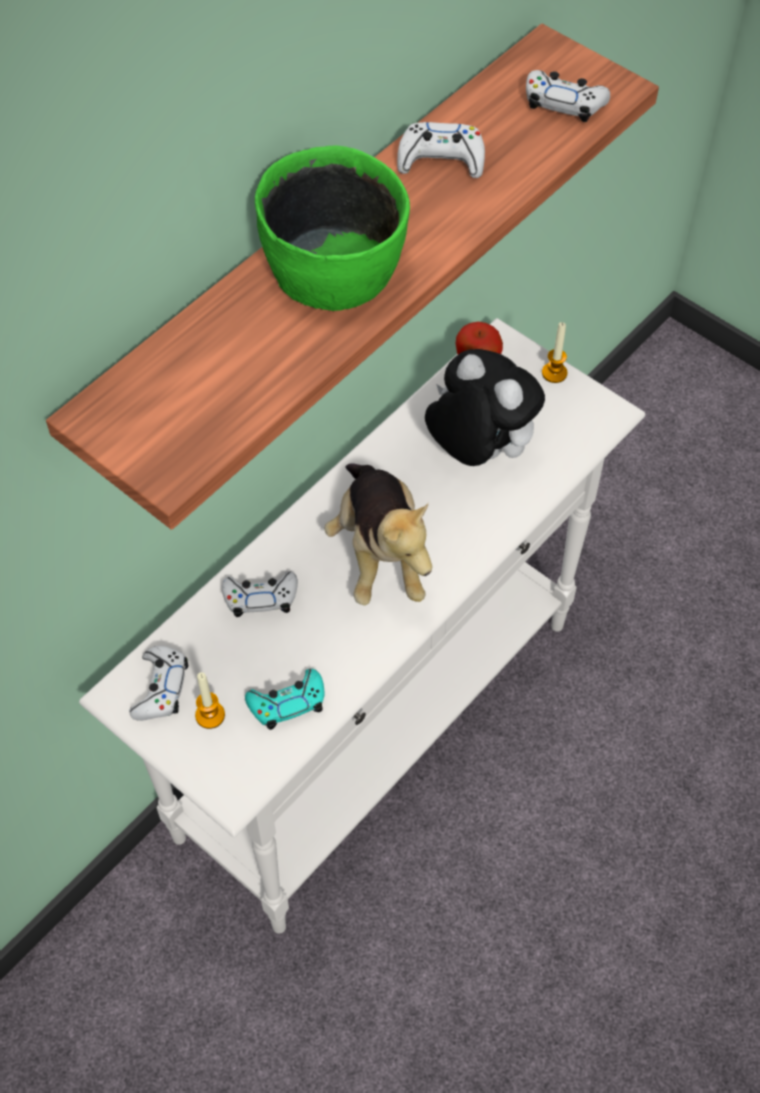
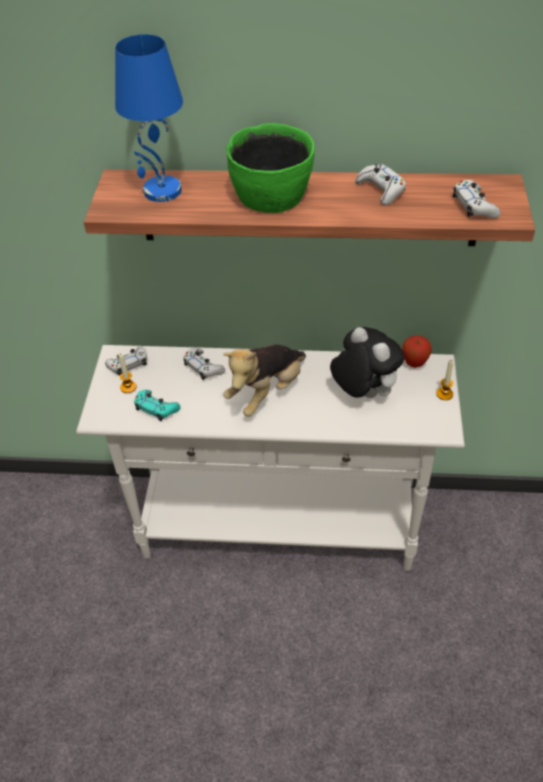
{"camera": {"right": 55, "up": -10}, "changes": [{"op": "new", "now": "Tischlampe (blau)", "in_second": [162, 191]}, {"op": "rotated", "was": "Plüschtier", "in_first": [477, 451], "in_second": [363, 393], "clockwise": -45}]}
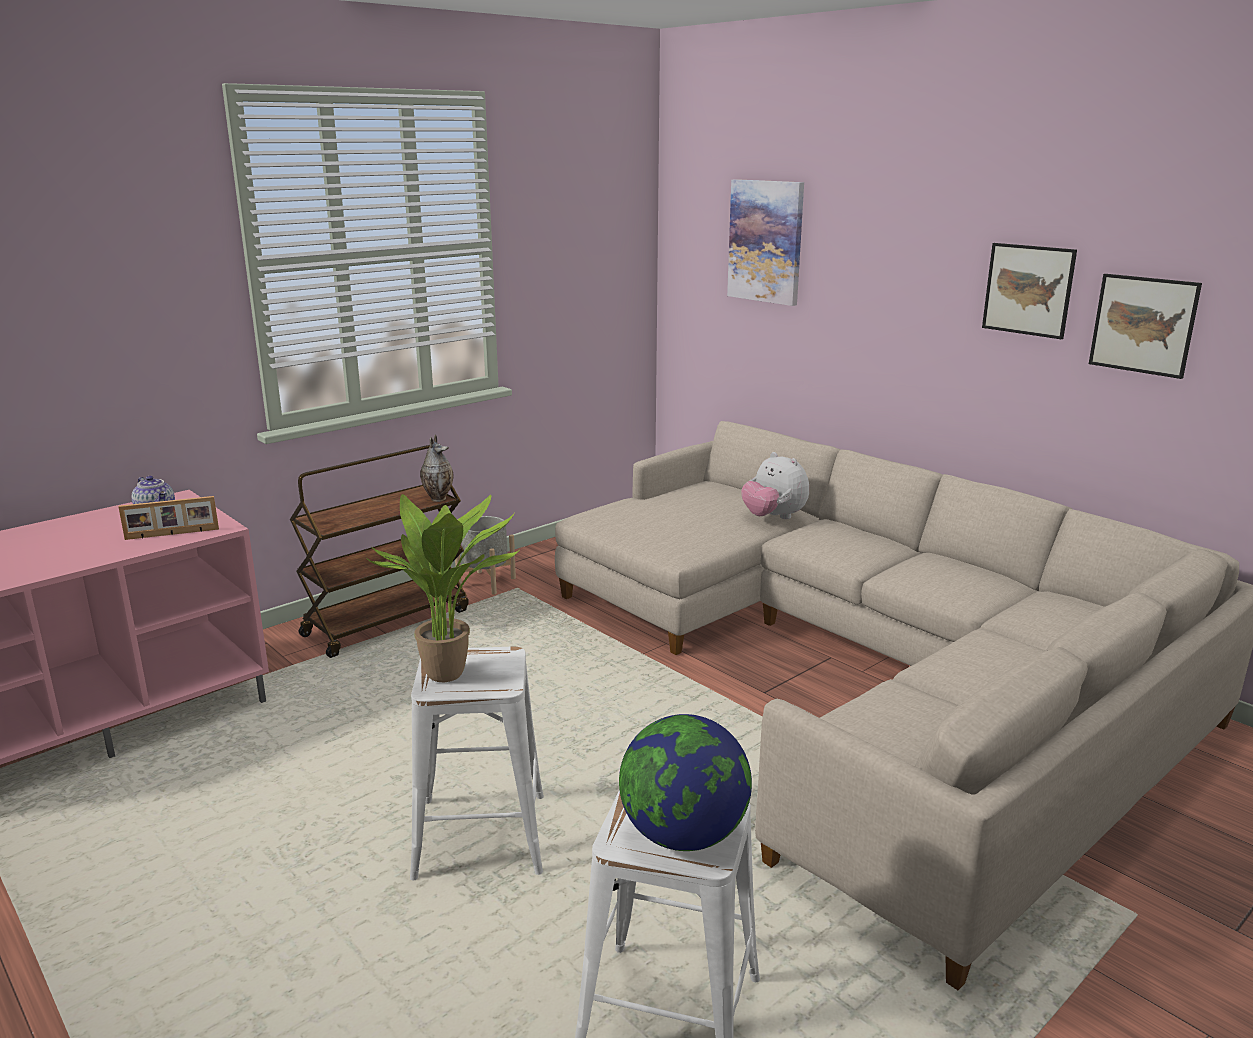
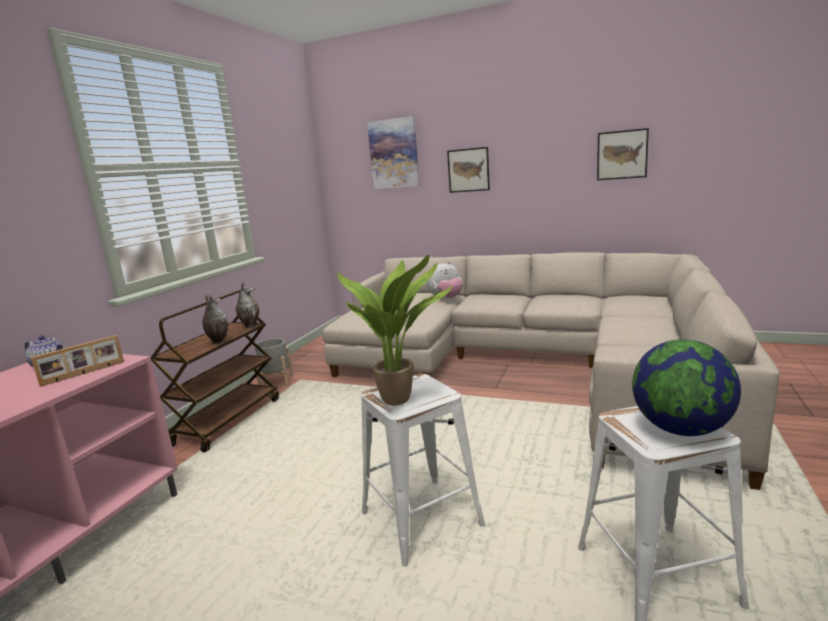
{"camera": {"right": -25, "up": -5}, "changes": [{"op": "new", "now": "Vase", "in_second": [218, 341]}, {"op": "shifted", "was": "Bild", "in_first": [1028, 290], "in_second": [468, 170]}, {"op": "rotated", "was": "Plüschtier", "in_first": [773, 517], "in_second": [446, 299], "clockwise": -45}]}
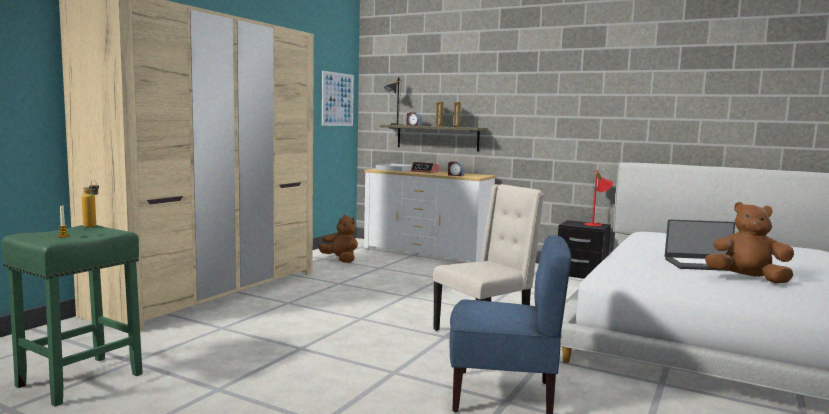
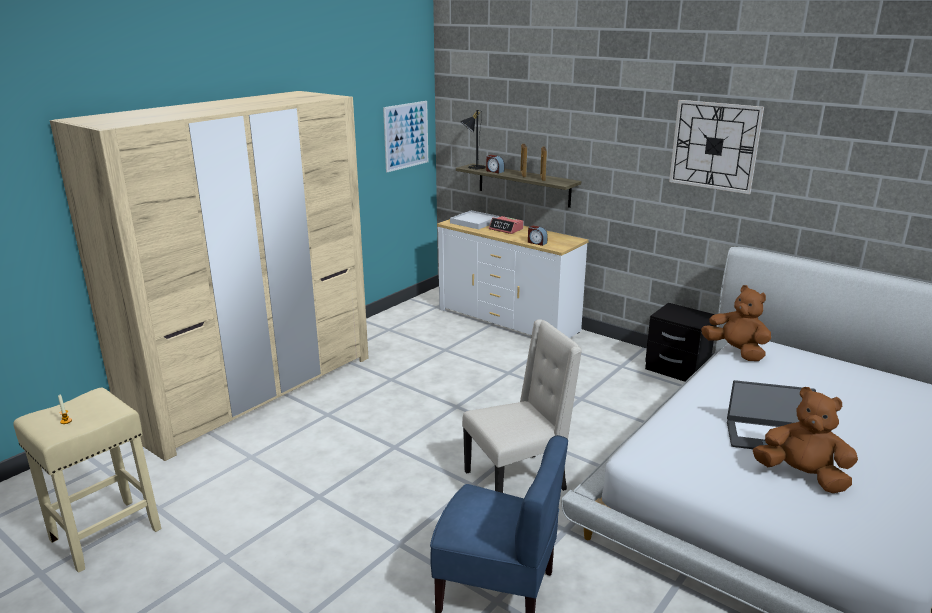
{"camera": {"right": 10, "up": 15}, "changes": [{"op": "gone", "was": "Flasche", "in_first": [92, 227]}, {"op": "gone", "was": "Tischlampe (rot)", "in_first": [596, 224]}, {"op": "new", "now": "Wanduhr", "in_second": [714, 146]}, {"op": "shifted", "was": "Plüschtier (braun)", "in_first": [340, 260], "in_second": [736, 351]}, {"op": "repainted", "was": "Hocker (grün)", "now": "Hocker (beige)", "in_first": [78, 381], "in_second": [104, 535]}]}
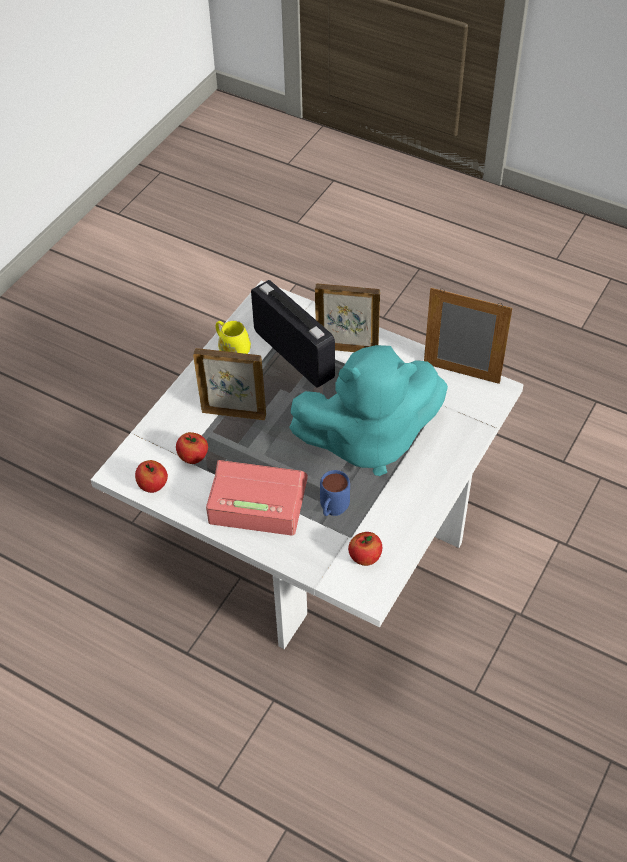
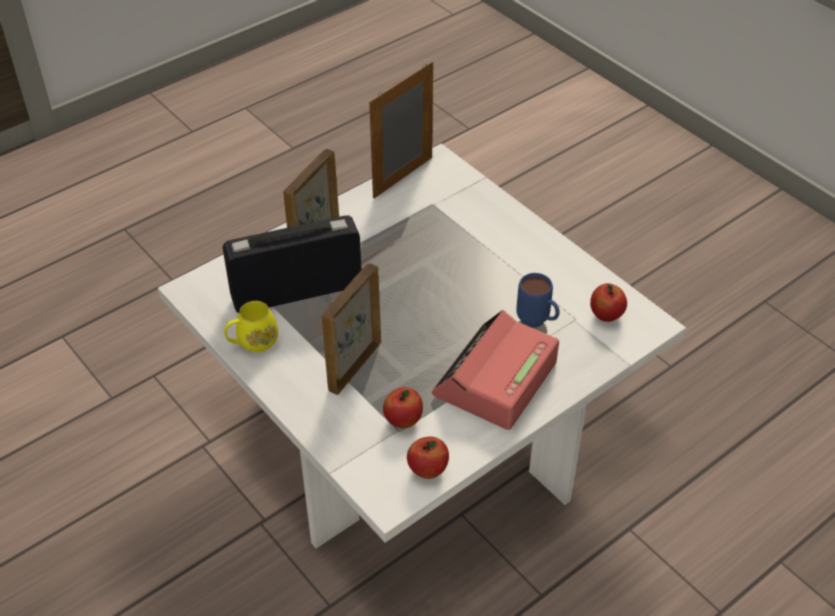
{"camera": {"right": -70, "up": -5}, "changes": [{"op": "gone", "was": "Plüschtier (türkis)", "in_first": [368, 440]}]}
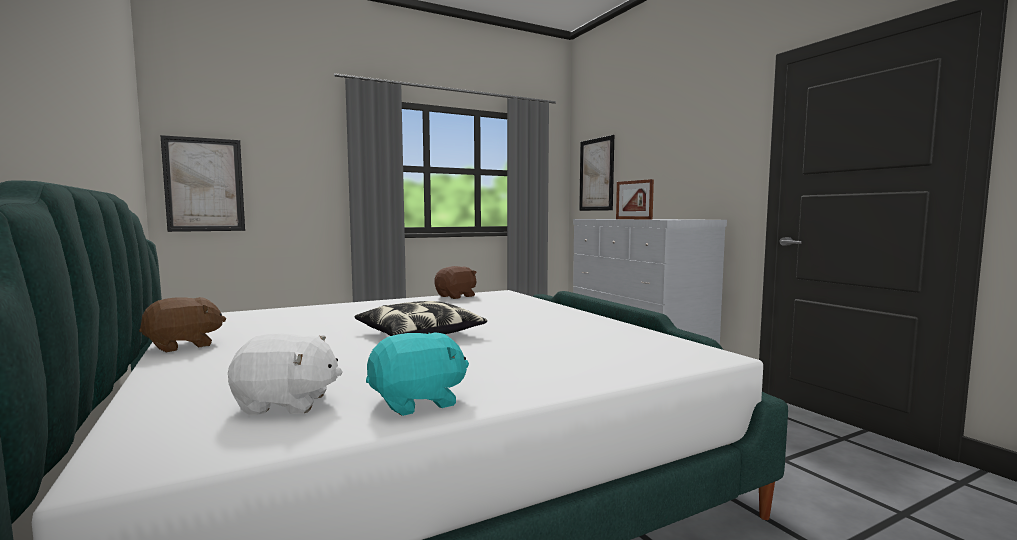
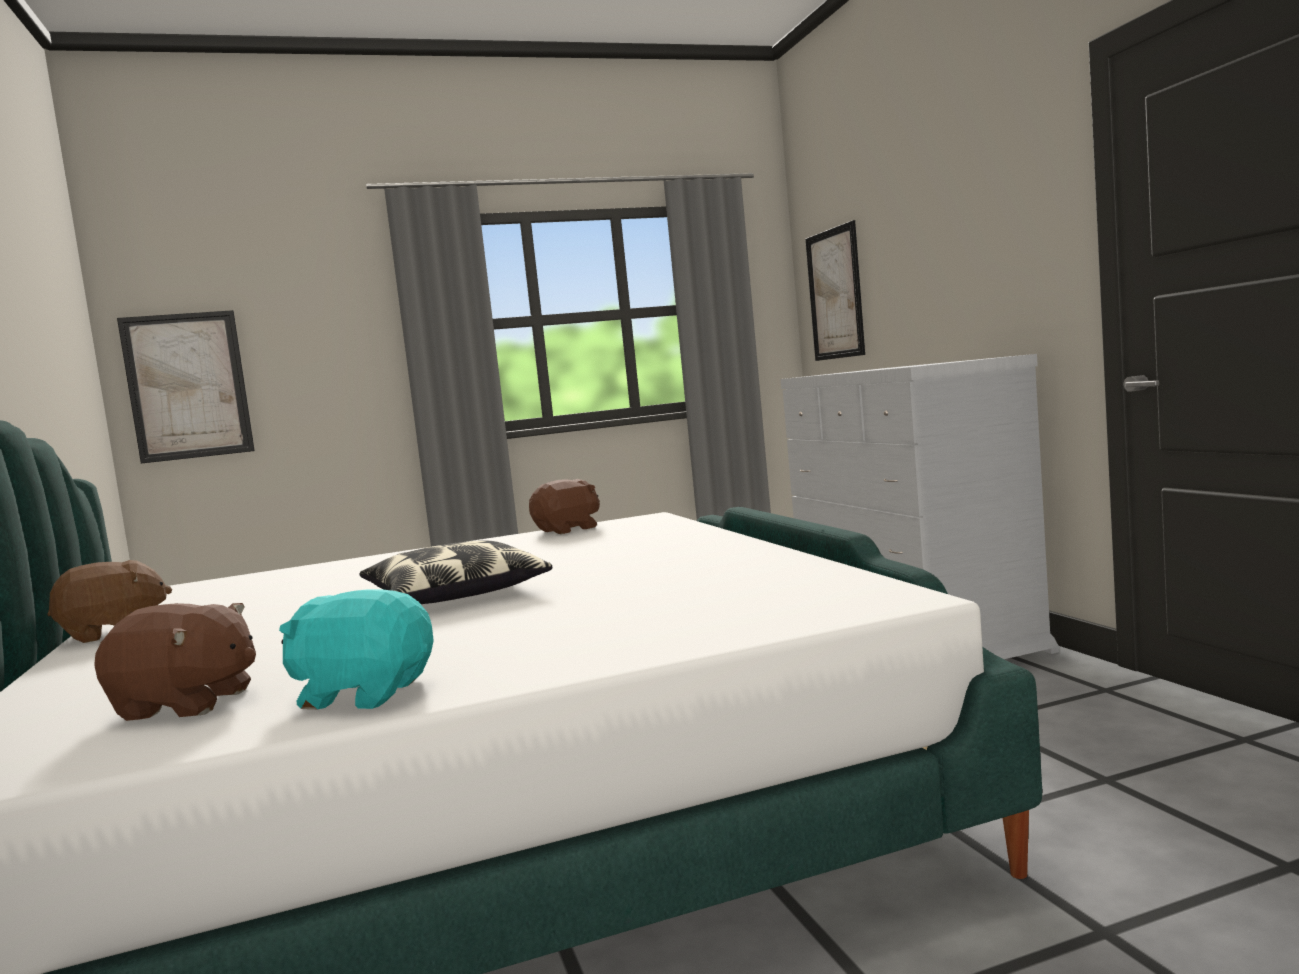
{"camera": {"right": 10, "up": 0}, "changes": [{"op": "gone", "was": "Bilderrahmen", "in_first": [633, 219]}, {"op": "repainted", "was": "Plüschtier (weiß)", "now": "Plüschtier (braun)", "in_first": [286, 404], "in_second": [186, 704]}, {"op": "rotated", "was": "Plüschtier (türkis)", "in_first": [418, 402], "in_second": [364, 694], "clockwise": -150}]}
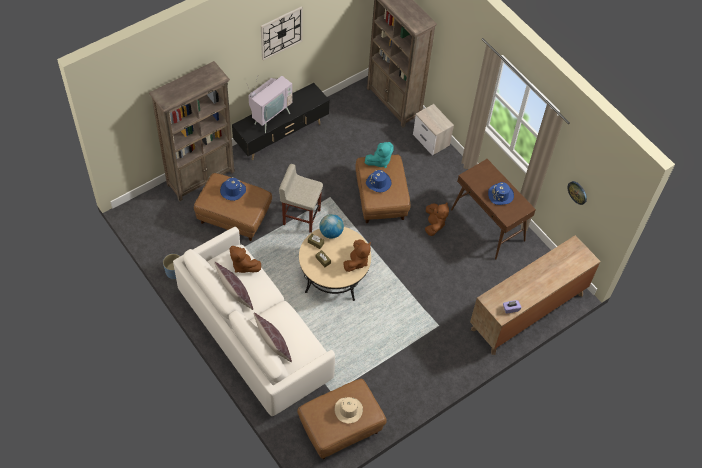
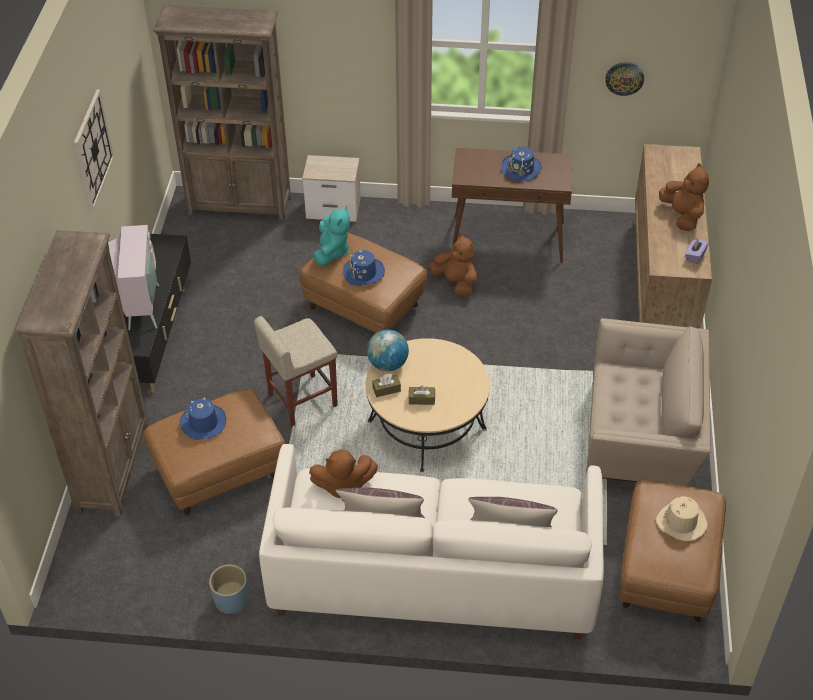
{"camera": {"right": -45, "up": -10}, "changes": [{"op": "new", "now": "Sessel (beige)", "in_second": [641, 439]}, {"op": "shifted", "was": "Plüschtier (braun)", "in_first": [357, 261], "in_second": [682, 216]}]}
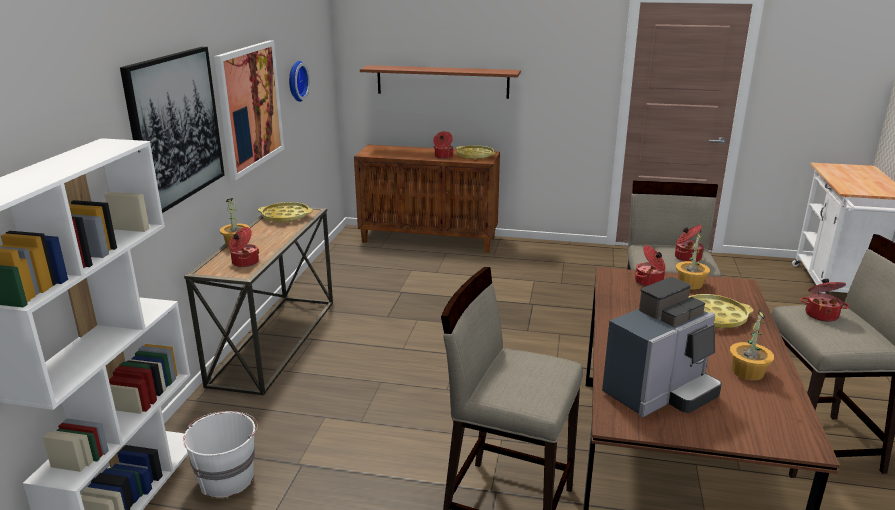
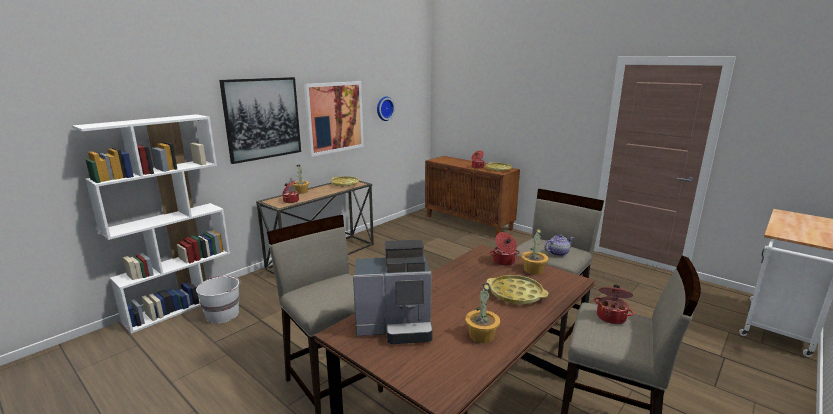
{"camera": {"right": 30, "up": -5}, "changes": [{"op": "gone", "was": "Wandregal (braun)", "in_first": [442, 81]}, {"op": "swapped", "was": "Kochtopf", "now": "Teekanne", "in_first": [687, 257], "in_second": [558, 253]}]}
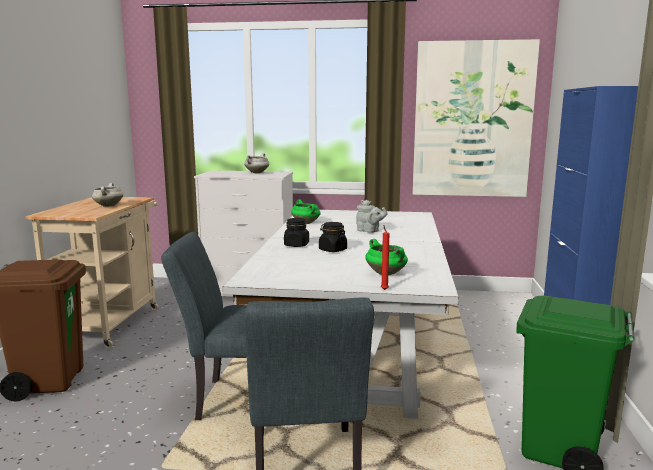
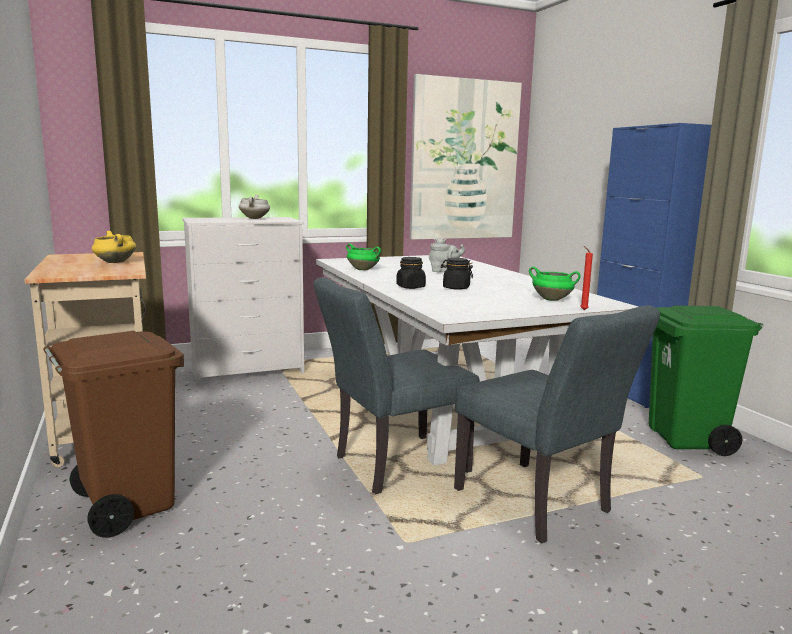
{"camera": {"right": -30, "up": 0}, "changes": [{"op": "repainted", "was": "Kochtopf (weiß)", "now": "Kochtopf (gelb)", "in_first": [108, 206], "in_second": [114, 262]}]}
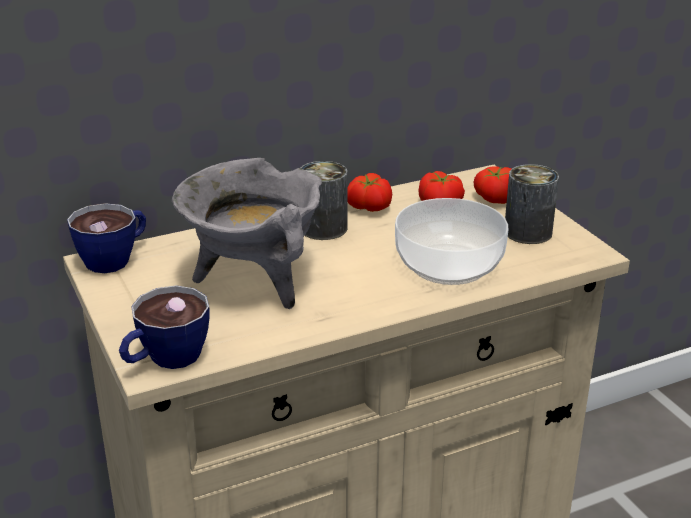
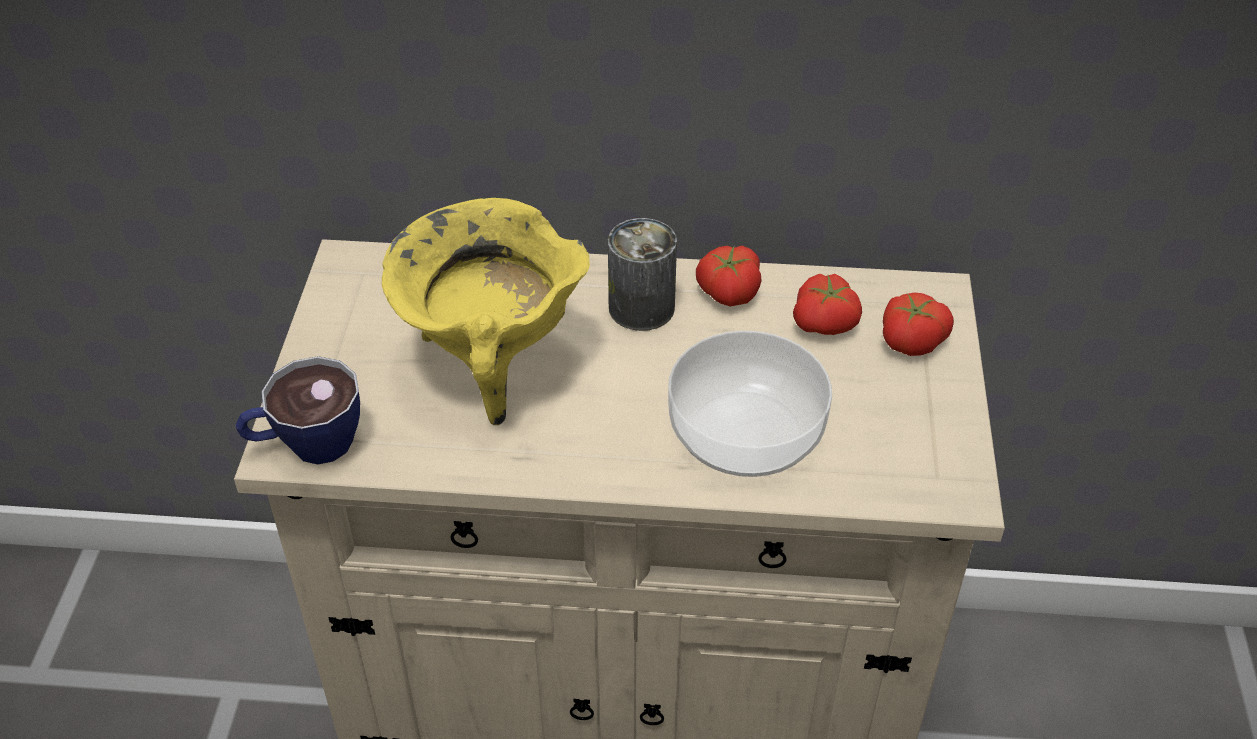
{"camera": {"right": 30, "up": 15}, "changes": [{"op": "gone", "was": "Tasse", "in_first": [115, 258]}, {"op": "gone", "was": "Dose", "in_first": [528, 232]}, {"op": "repainted", "was": "Kochtopf (grau)", "now": "Kochtopf (gelb)", "in_first": [254, 281], "in_second": [491, 364]}]}
